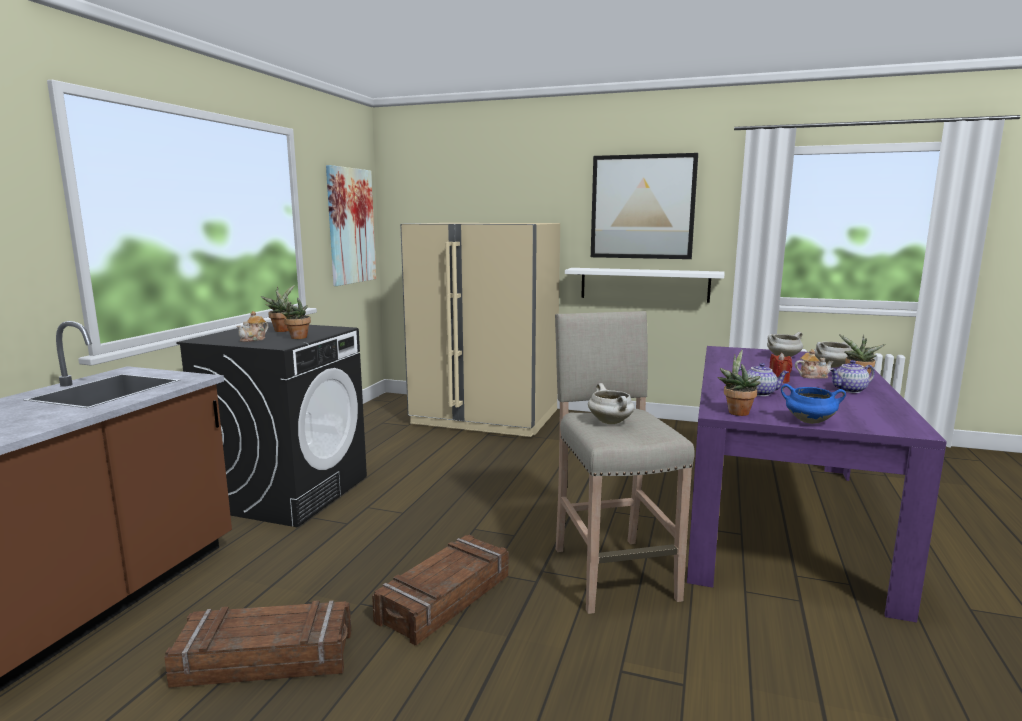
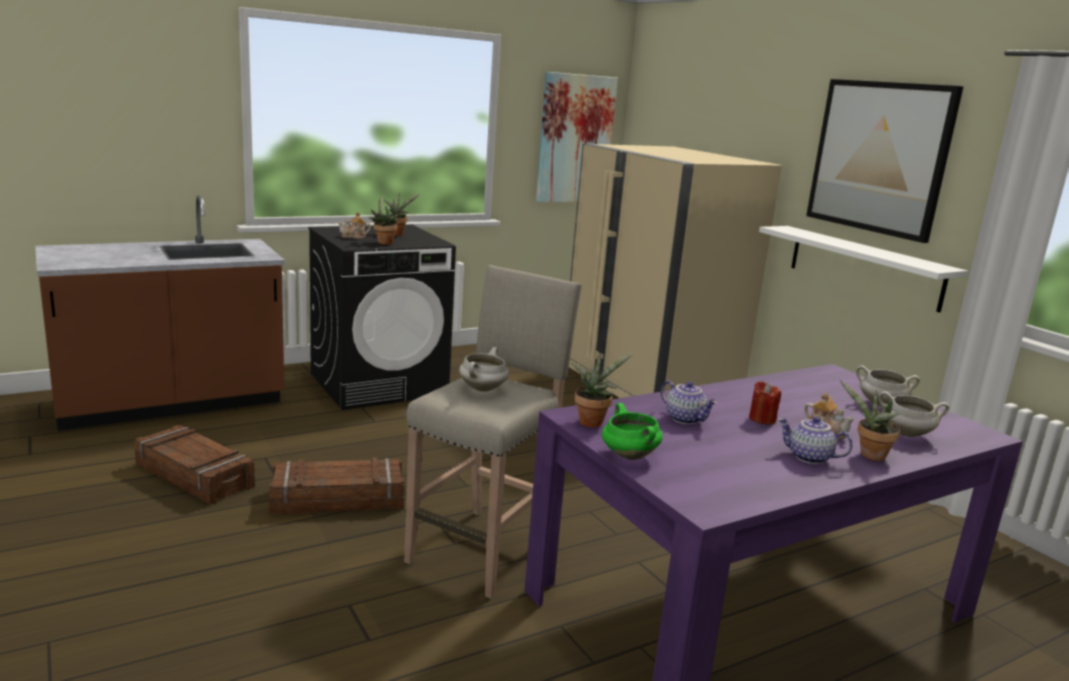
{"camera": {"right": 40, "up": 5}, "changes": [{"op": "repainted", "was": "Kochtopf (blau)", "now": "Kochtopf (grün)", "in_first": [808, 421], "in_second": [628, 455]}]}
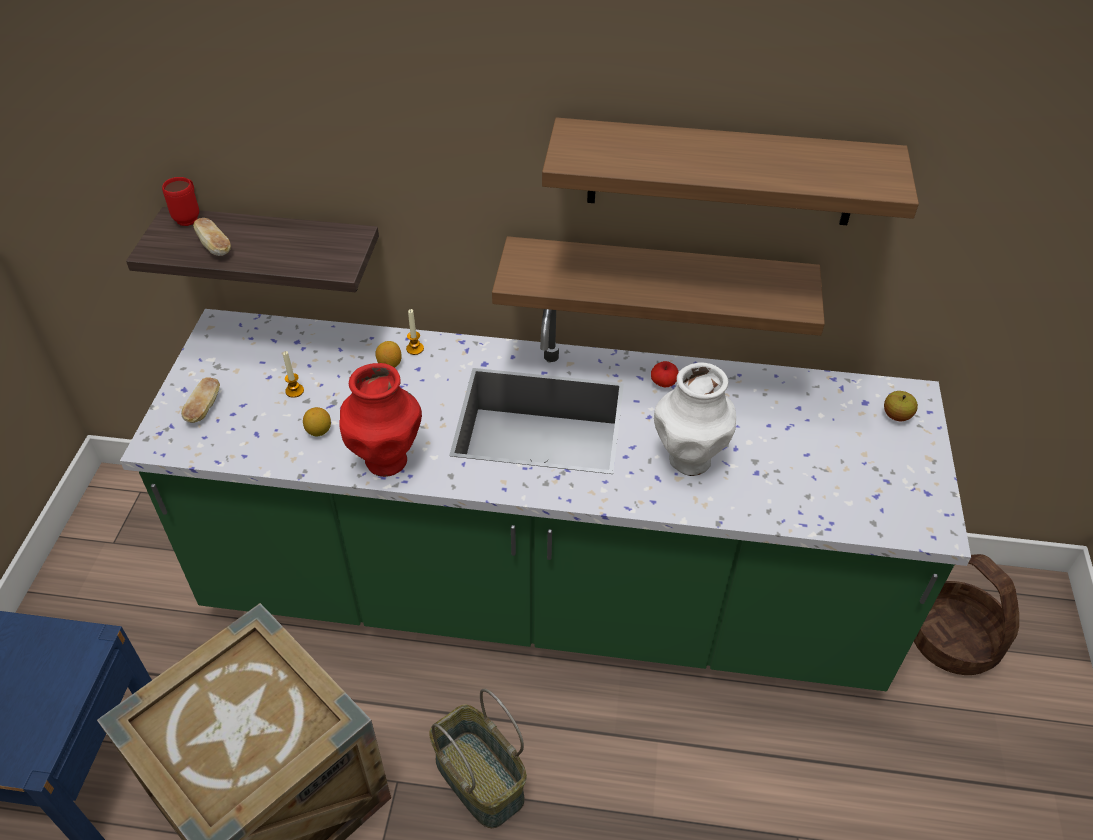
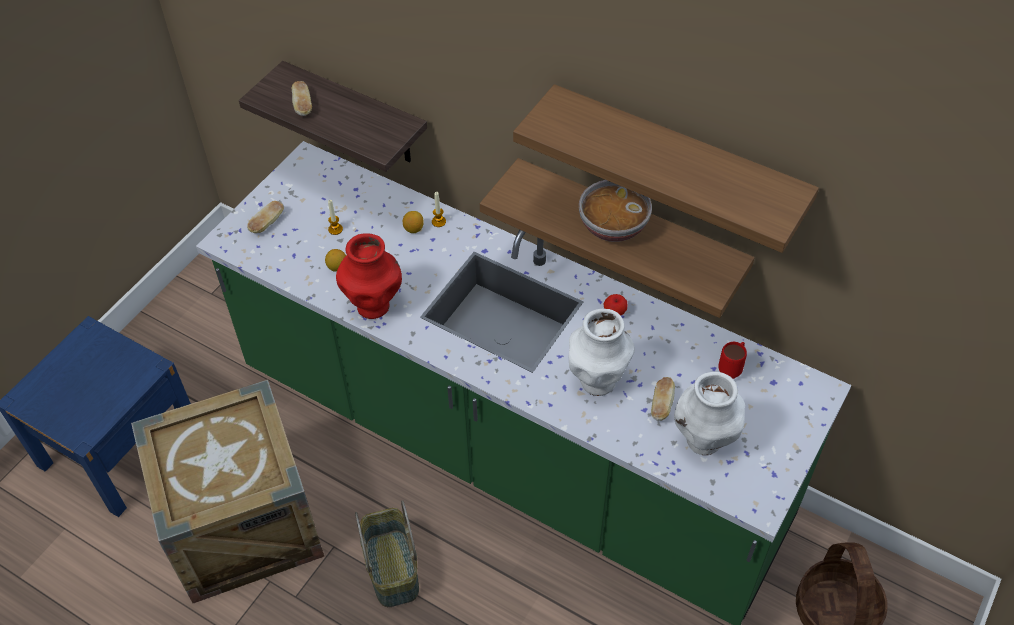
{"camera": {"right": 25, "up": 5}, "changes": [{"op": "gone", "was": "Apfel", "in_first": [896, 416]}, {"op": "new", "now": "Schüssel", "in_second": [612, 226]}, {"op": "new", "now": "Brot", "in_second": [661, 405]}, {"op": "new", "now": "Vase (weiß)", "in_second": [703, 441]}, {"op": "shifted", "was": "Henkelbecher (rot)", "in_first": [190, 217], "in_second": [732, 369]}]}
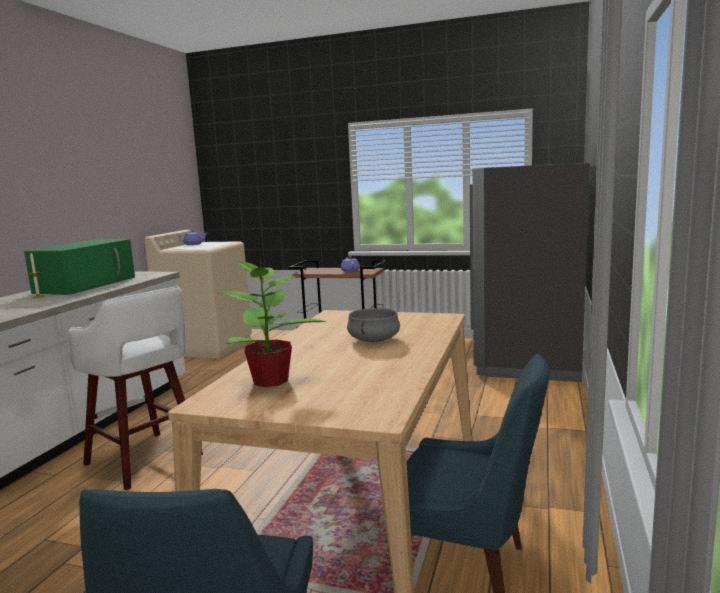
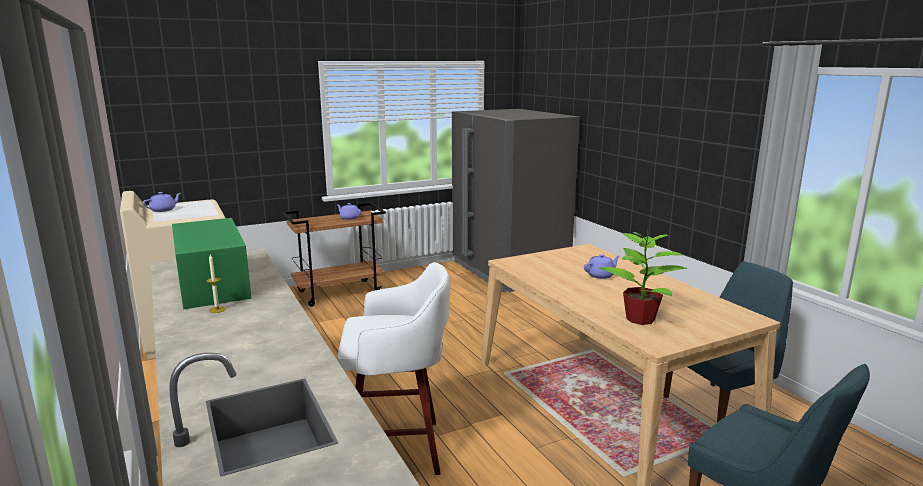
{"camera": {"right": -45, "up": 5}, "changes": [{"op": "swapped", "was": "Kochtopf (grau)", "now": "Teekanne (lila)", "in_first": [373, 340], "in_second": [601, 275]}]}
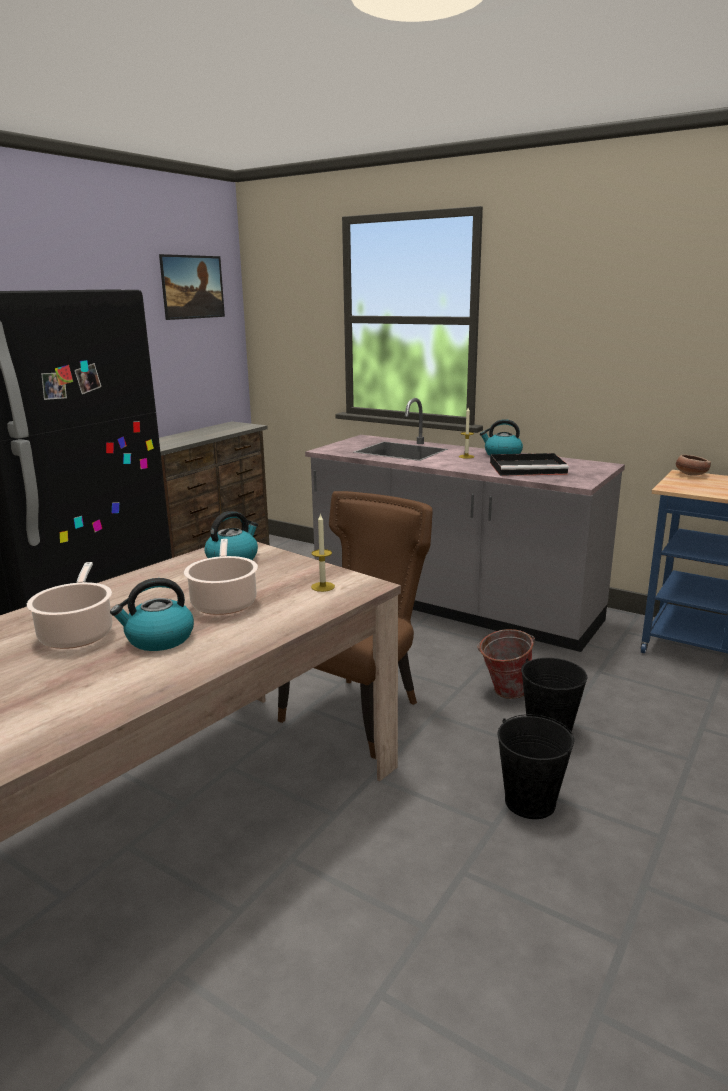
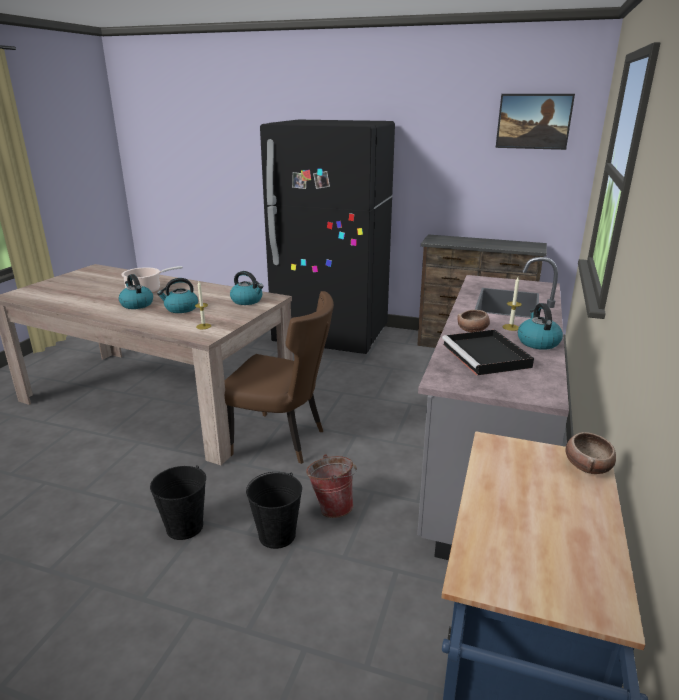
{"camera": {"right": 75, "up": 5}, "changes": [{"op": "new", "now": "Schüssel", "in_second": [473, 331]}, {"op": "swapped", "was": "Kochtopf", "now": "Wasserkessel", "in_first": [224, 602], "in_second": [181, 309]}]}
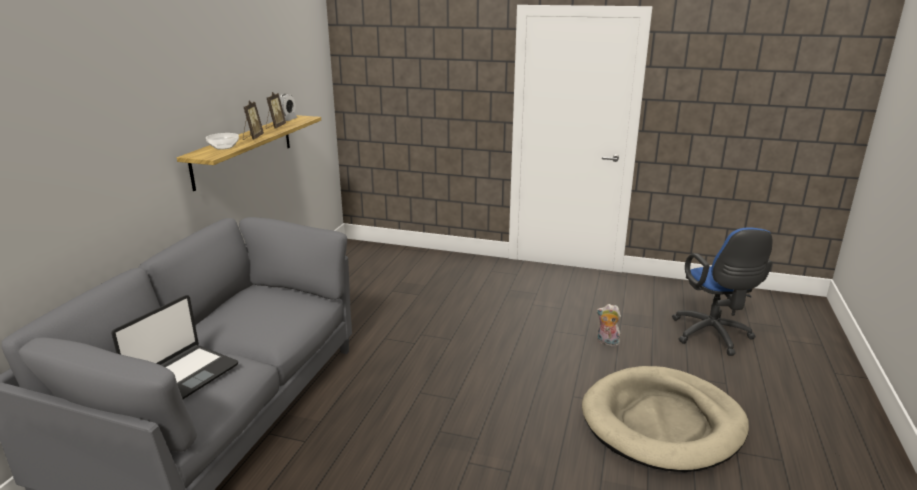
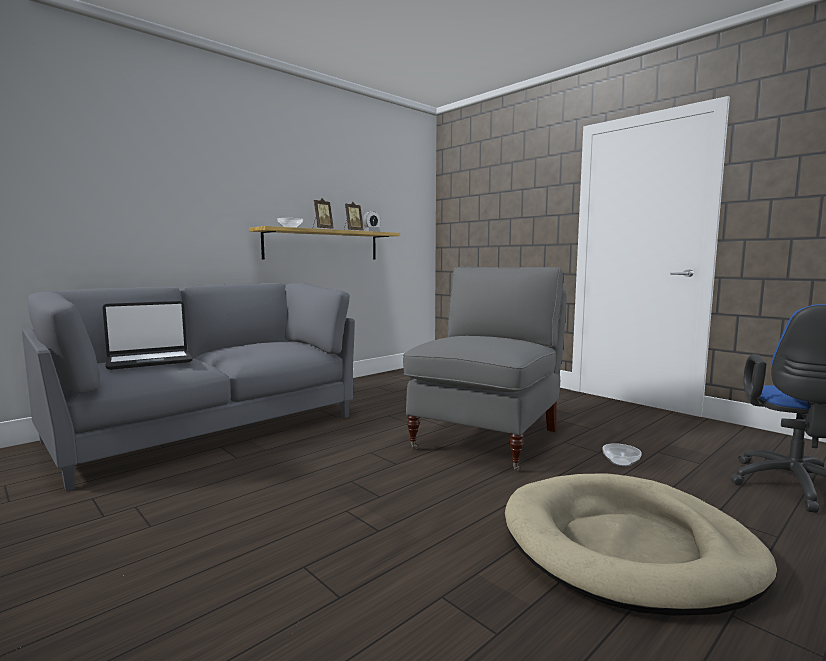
{"camera": {"right": 30, "up": -15}, "changes": [{"op": "new", "now": "Sessel (grau)", "in_second": [487, 438]}, {"op": "swapped", "was": "Plüschtier", "now": "Schüssel", "in_first": [606, 342], "in_second": [621, 462]}]}
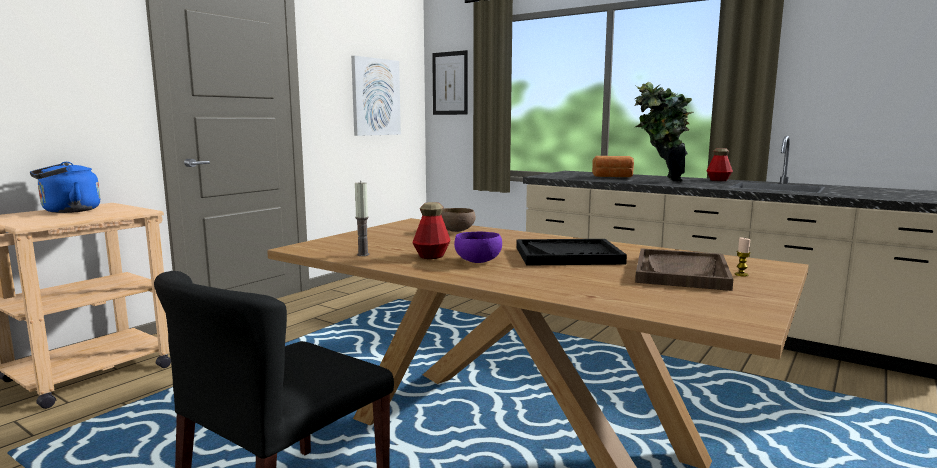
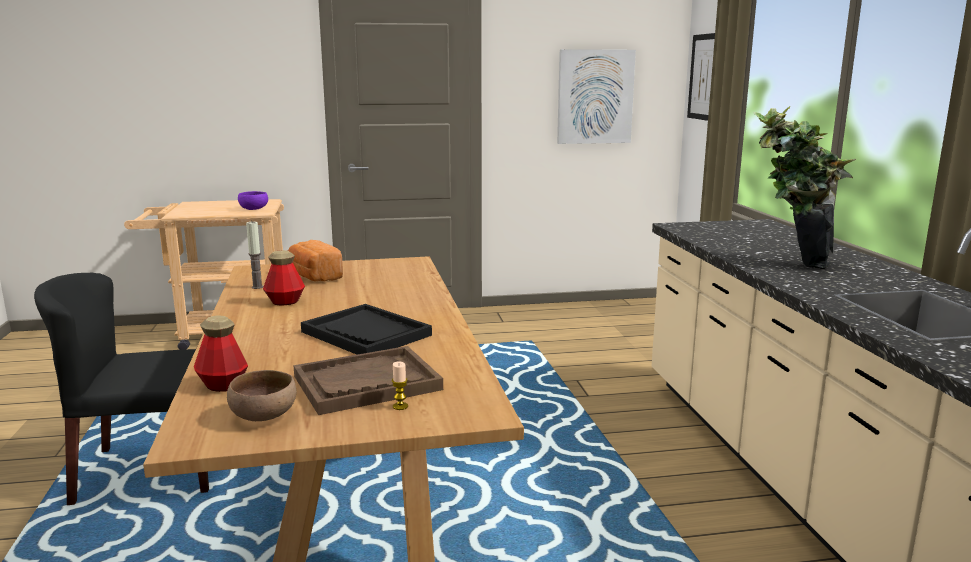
{"camera": {"right": 45, "up": 5}, "changes": [{"op": "gone", "was": "Wasserkessel (blau)", "in_first": [67, 211]}, {"op": "shifted", "was": "Schüssel (braun)", "in_first": [457, 231], "in_second": [265, 416]}, {"op": "shifted", "was": "Schüssel (lila)", "in_first": [477, 261], "in_second": [253, 209]}, {"op": "shifted", "was": "Brot", "in_first": [613, 177], "in_second": [314, 276]}, {"op": "shifted", "was": "Flasche", "in_first": [718, 180], "in_second": [223, 385]}]}
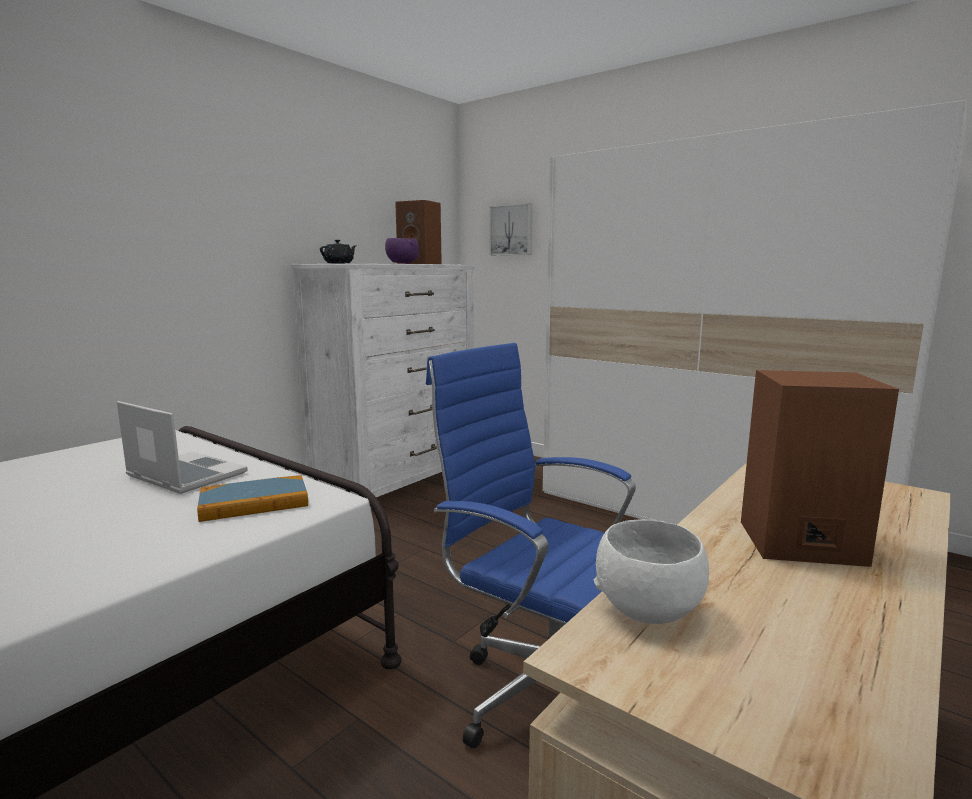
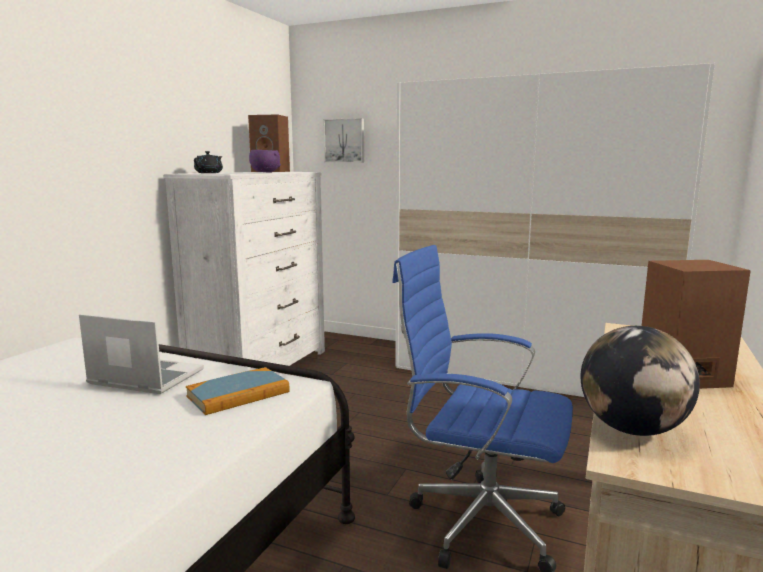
{"camera": {"right": -15, "up": 0}, "changes": [{"op": "swapped", "was": "Schüssel (weiß)", "now": "Globus", "in_first": [649, 610], "in_second": [632, 429]}]}
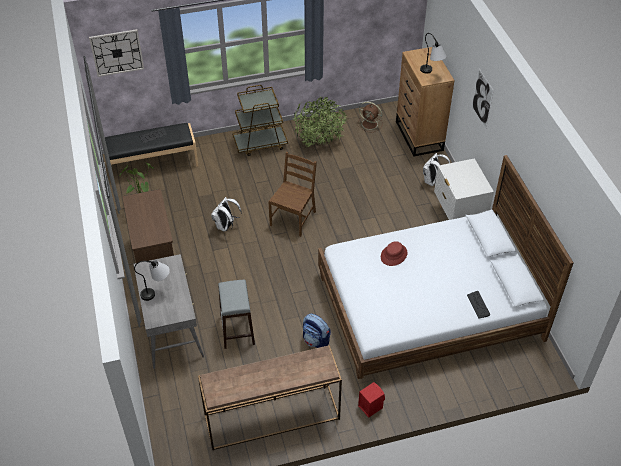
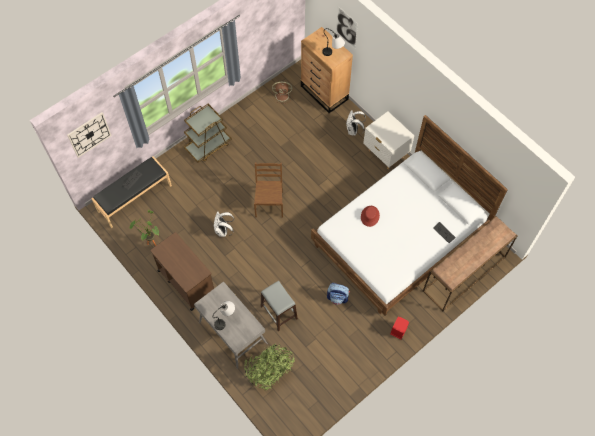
{"camera": {"right": -25, "up": 15}, "changes": [{"op": "shifted", "was": "Konsolentisch (braun)", "in_first": [271, 418], "in_second": [464, 274]}, {"op": "shifted", "was": "Topfpflanze", "in_first": [319, 143], "in_second": [270, 374]}, {"op": "shifted", "was": "Bild", "in_first": [482, 98], "in_second": [346, 27]}]}
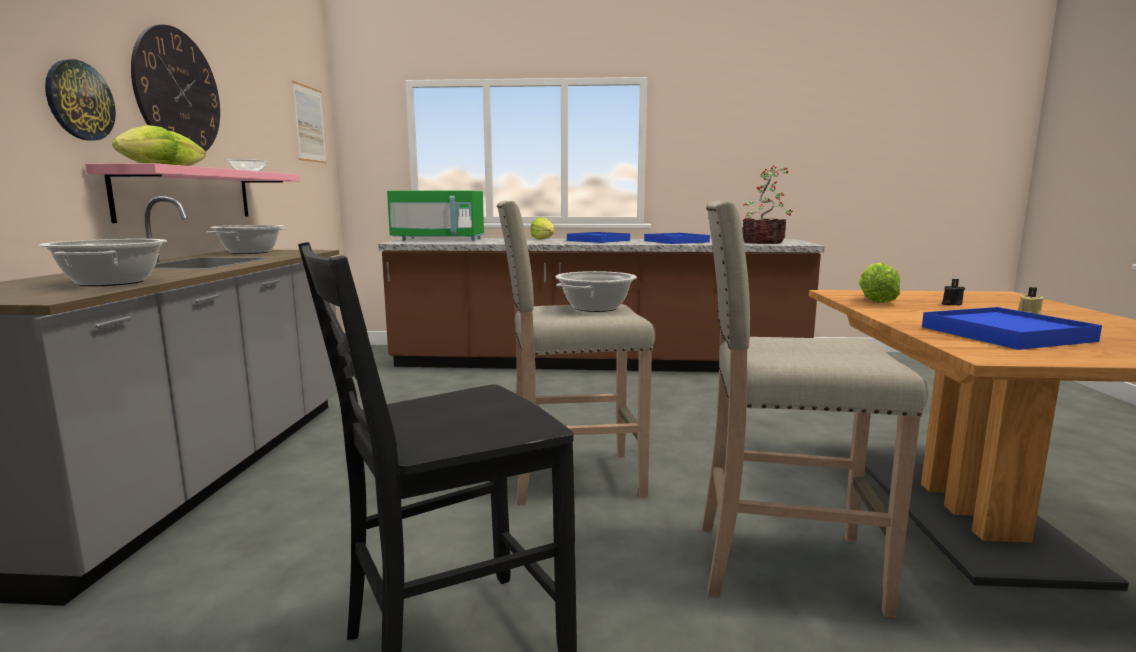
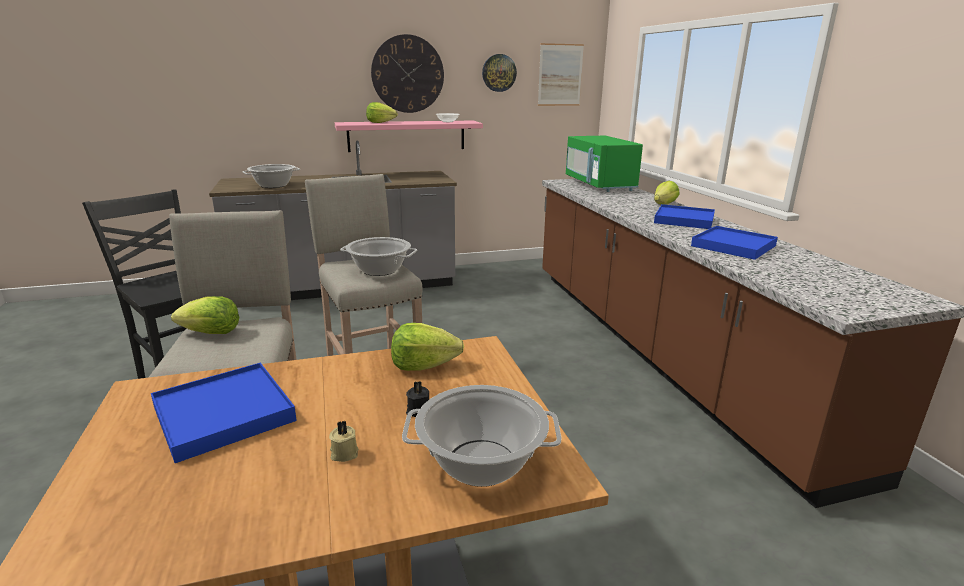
{"camera": {"right": 70, "up": 10}, "changes": [{"op": "gone", "was": "Topfpflanze", "in_first": [764, 242]}, {"op": "shifted", "was": "Wanduhr", "in_first": [79, 100], "in_second": [499, 73]}, {"op": "shifted", "was": "Salatkopf", "in_first": [150, 164], "in_second": [211, 333]}, {"op": "shifted", "was": "Kochtopf", "in_first": [250, 252], "in_second": [480, 463]}]}
